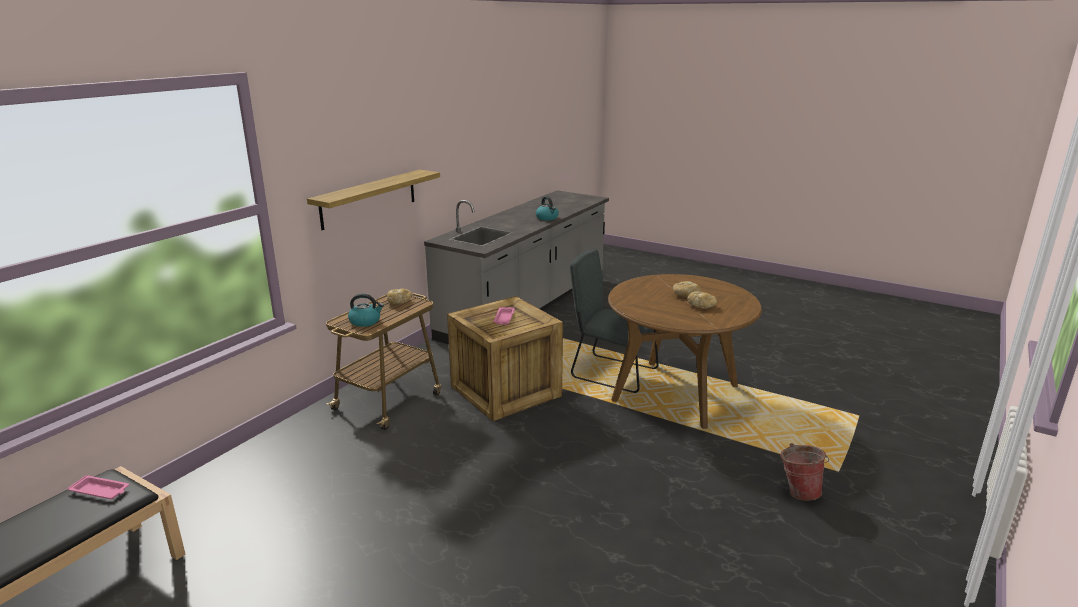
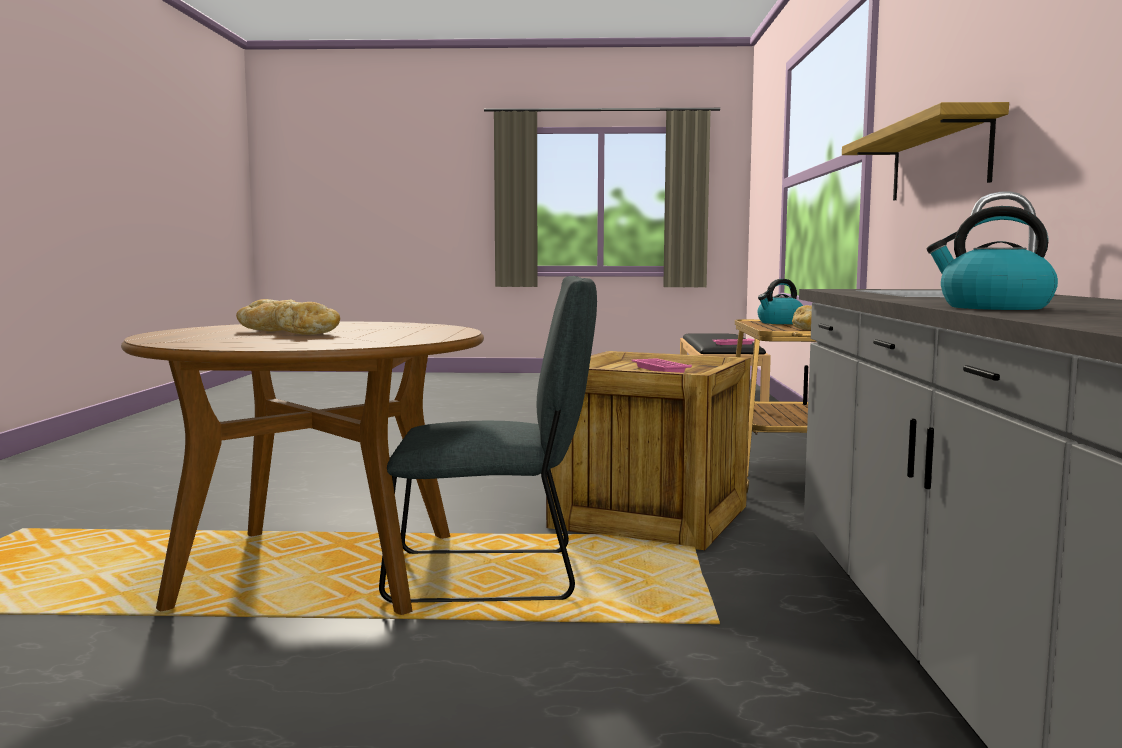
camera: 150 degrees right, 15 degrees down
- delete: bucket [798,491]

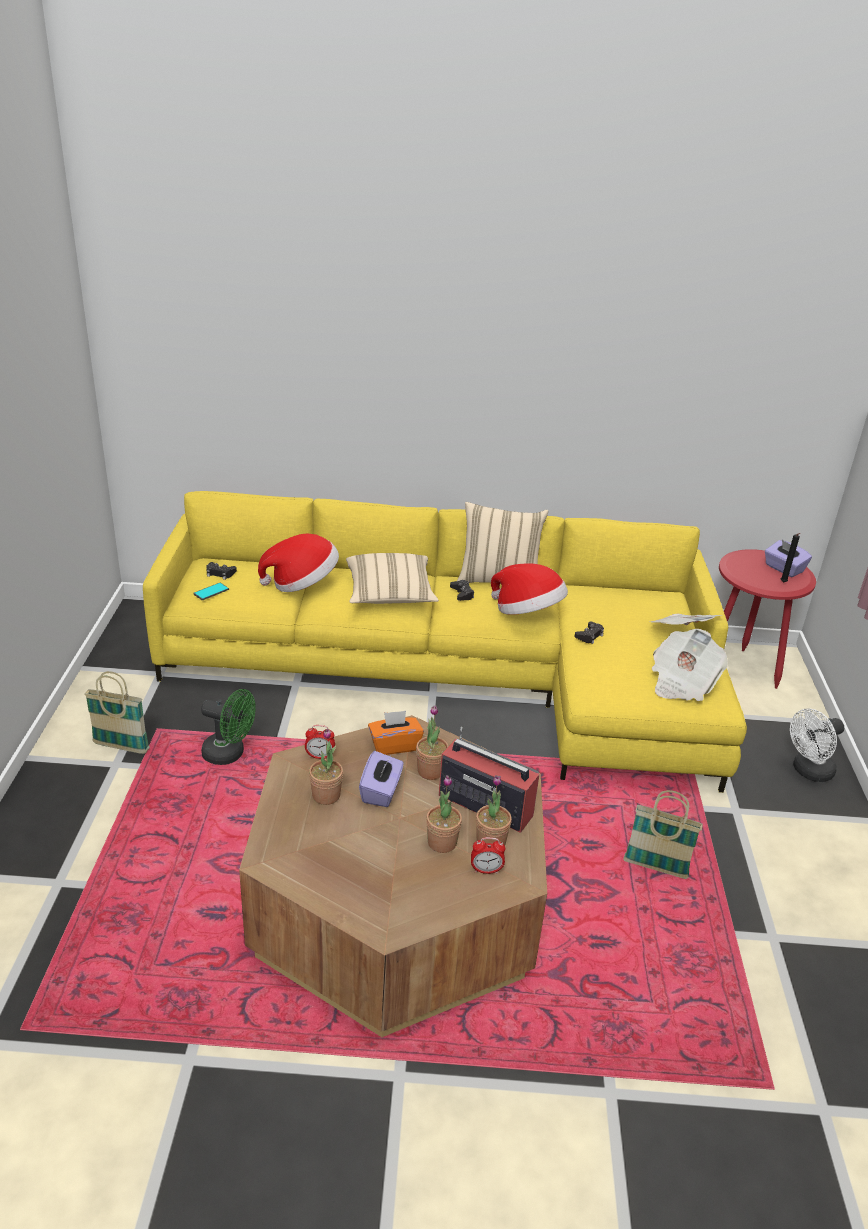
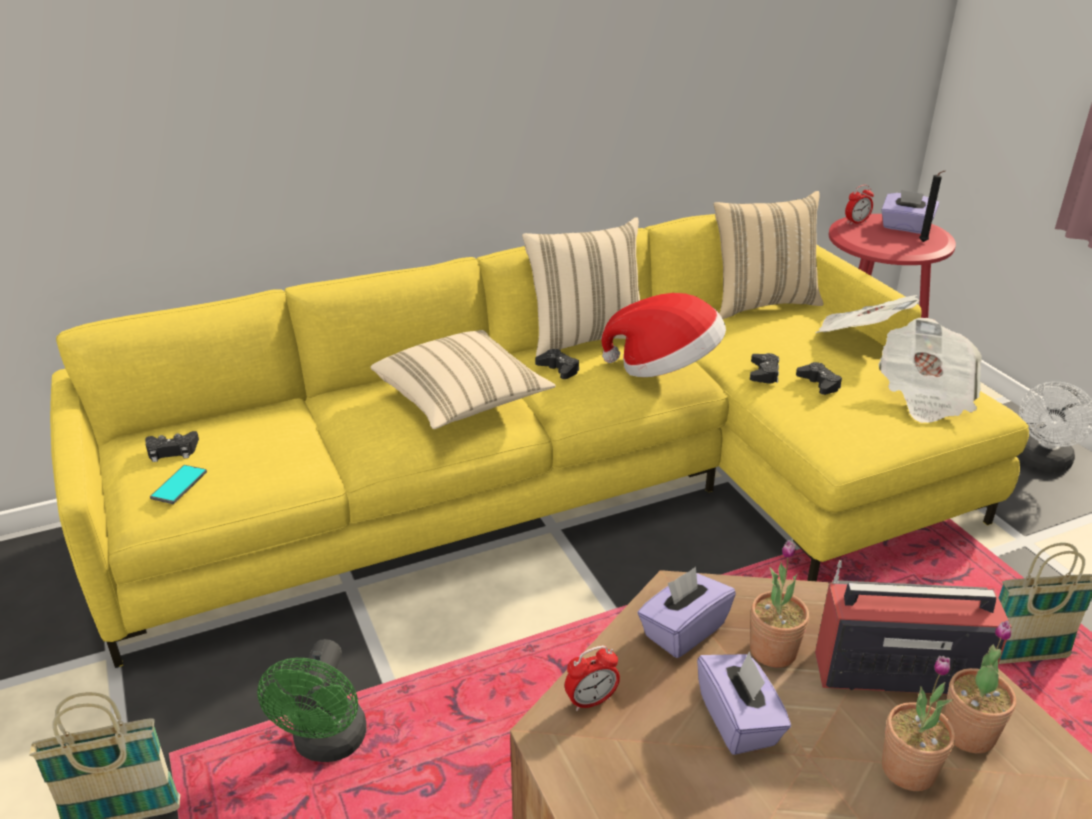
camera: 25 degrees left, 0 degrees up
- delete: hat [302,583]
- rotate: fan in green [230,754] = [327,745] 105 degrees clockwise
- recolor: tissue box in orange [394,745] to tissue box in purple [683,630]
- delete: potted plant [326,795]
- move: alarm clock [486,870] to [856,222]
- insert: pillow in beige [762,303]
- insert: game controller in black [819,383]

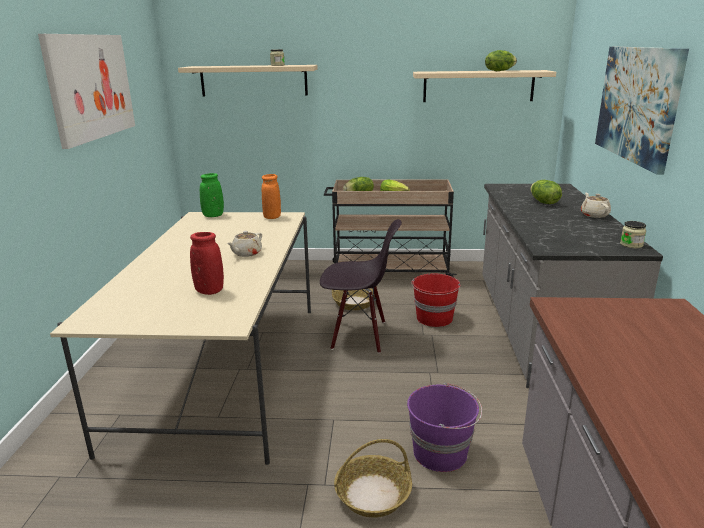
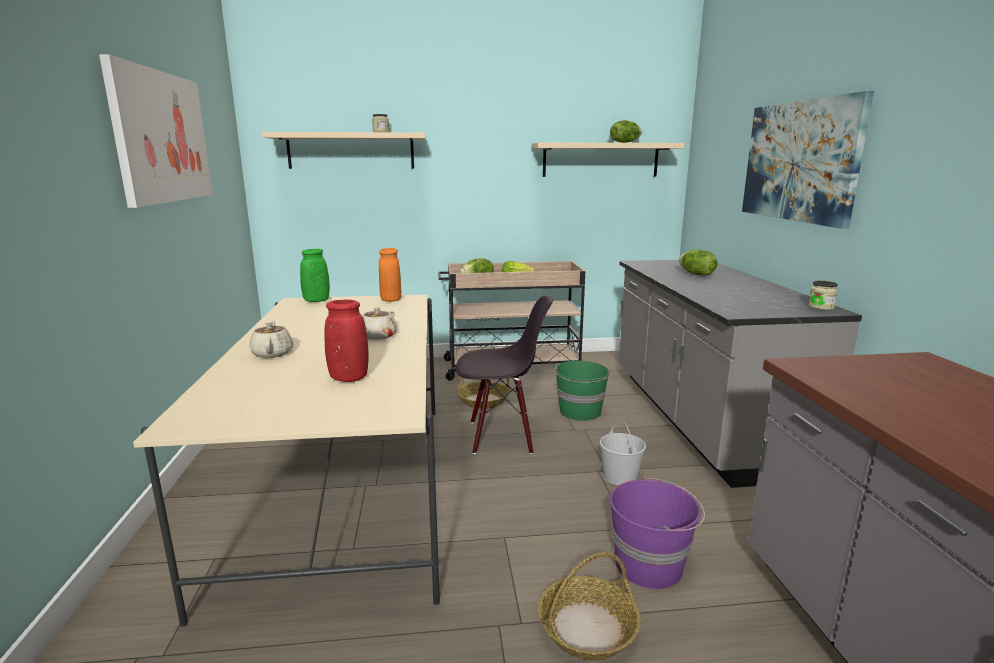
camera: 10 degrees left, 5 degrees down
- move: teapot in beige [594,215] to [273,353]
- recolor: bucket in red [434,318] to bucket in green [580,412]
- insert: bucket in white [620,476]

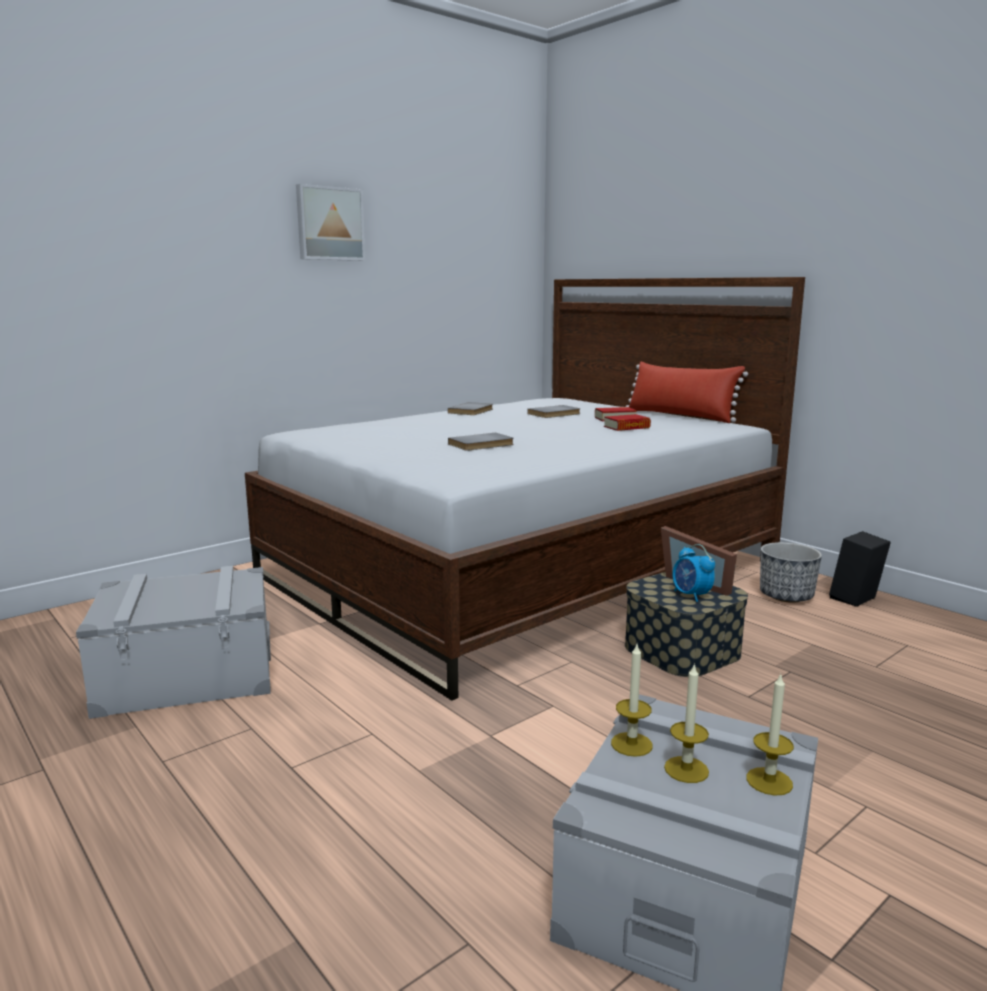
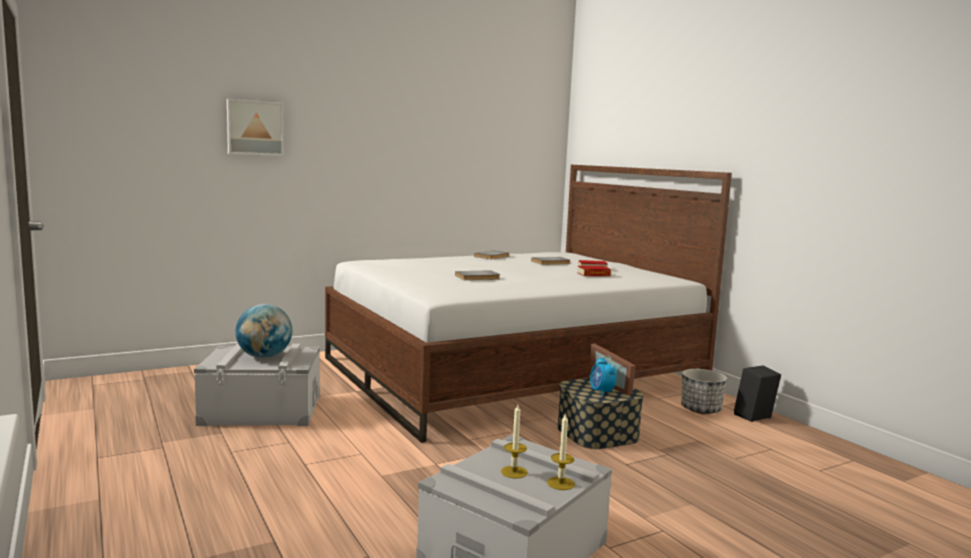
camera: 10 degrees right, 5 degrees down
- move: picture [329,224] to [255,128]
- delete: pillow in red [680,416]
- delete: candle [631,744]
- insert: globe [264,357]

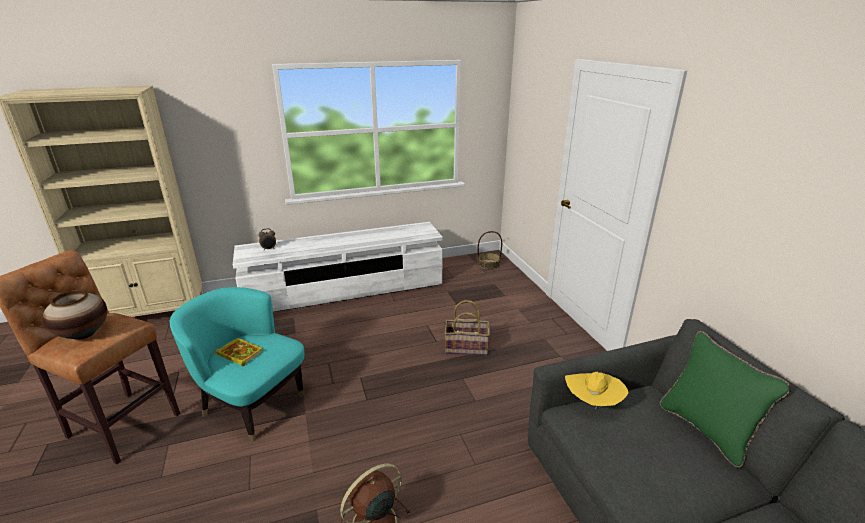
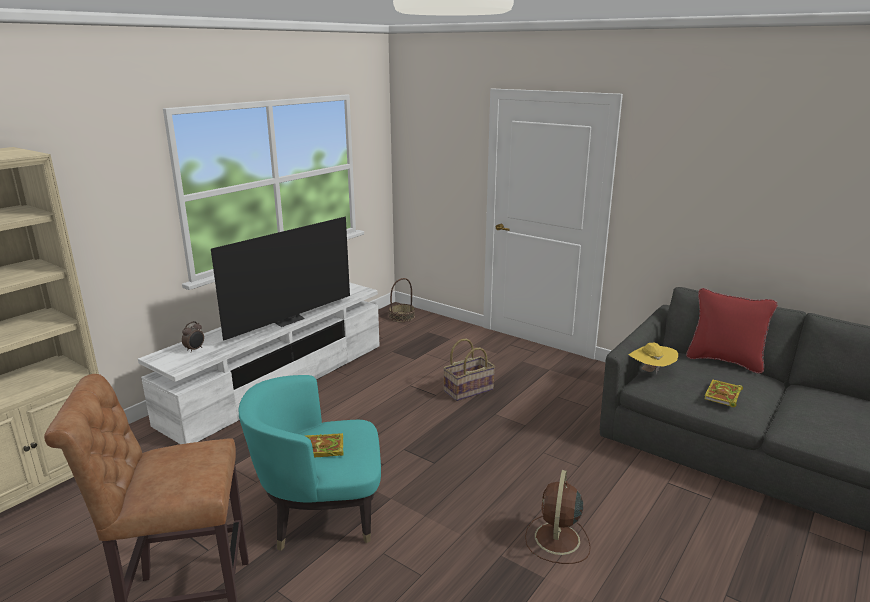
camera: 35 degrees left, 5 degrees down
- delete: vase [83,334]
- recolor: pillow in green [706,429] to pillow in red [724,361]
- insert: television [287,320]
- insert: book [723,396]

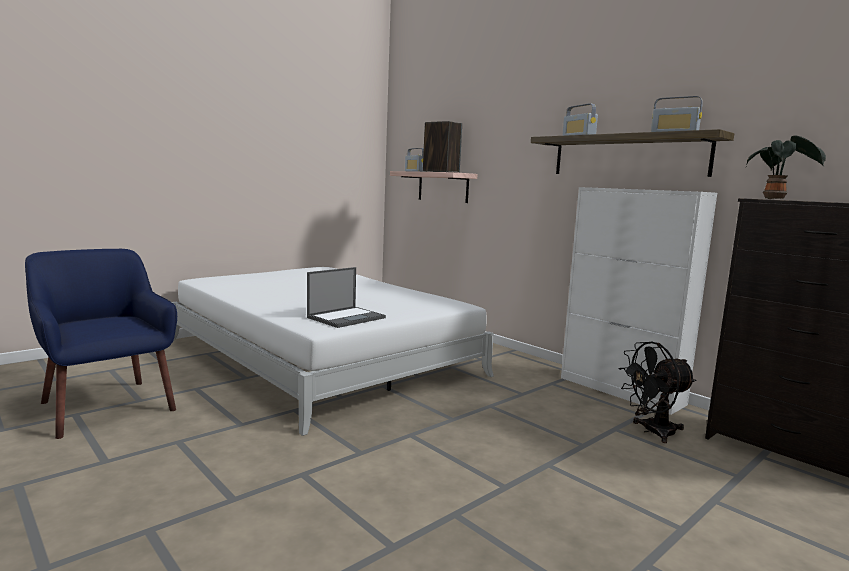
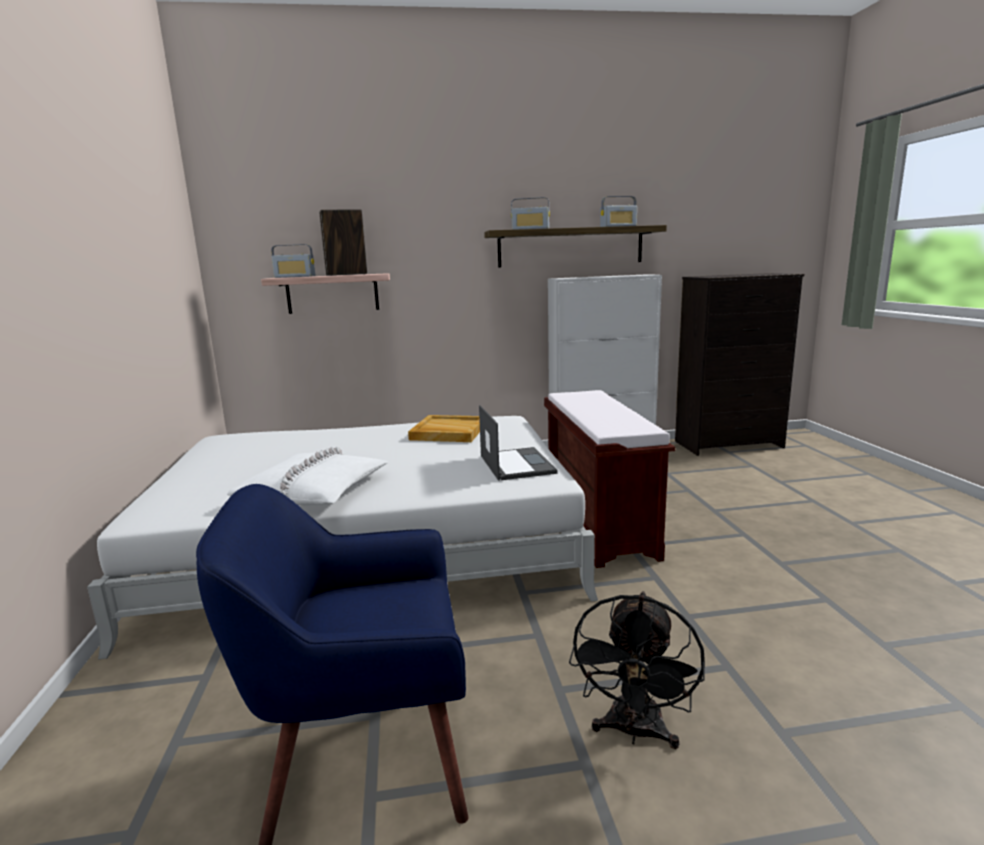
camera: 55 degrees left, 5 degrees up
- delete: potted plant [777,199]
- move: fan in black [652,431] to [634,732]
- insert: bench in brown [597,522]
- insert: tray in beige [448,432]
- insert: pillow in white [314,491]

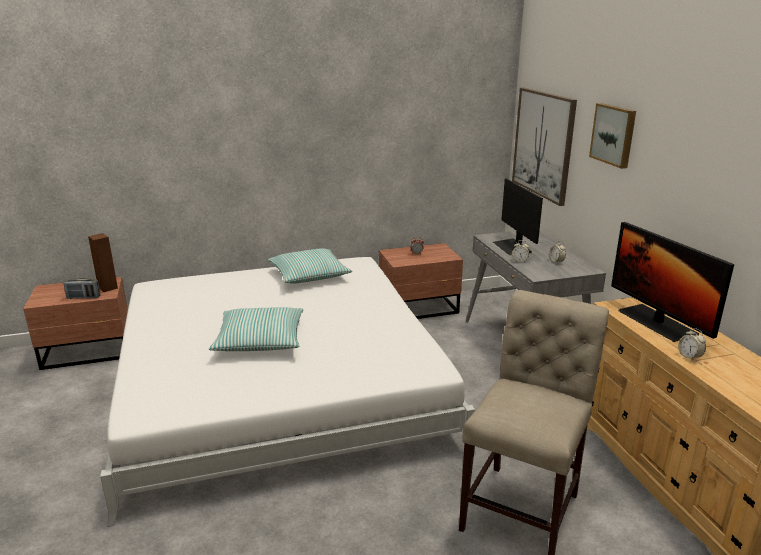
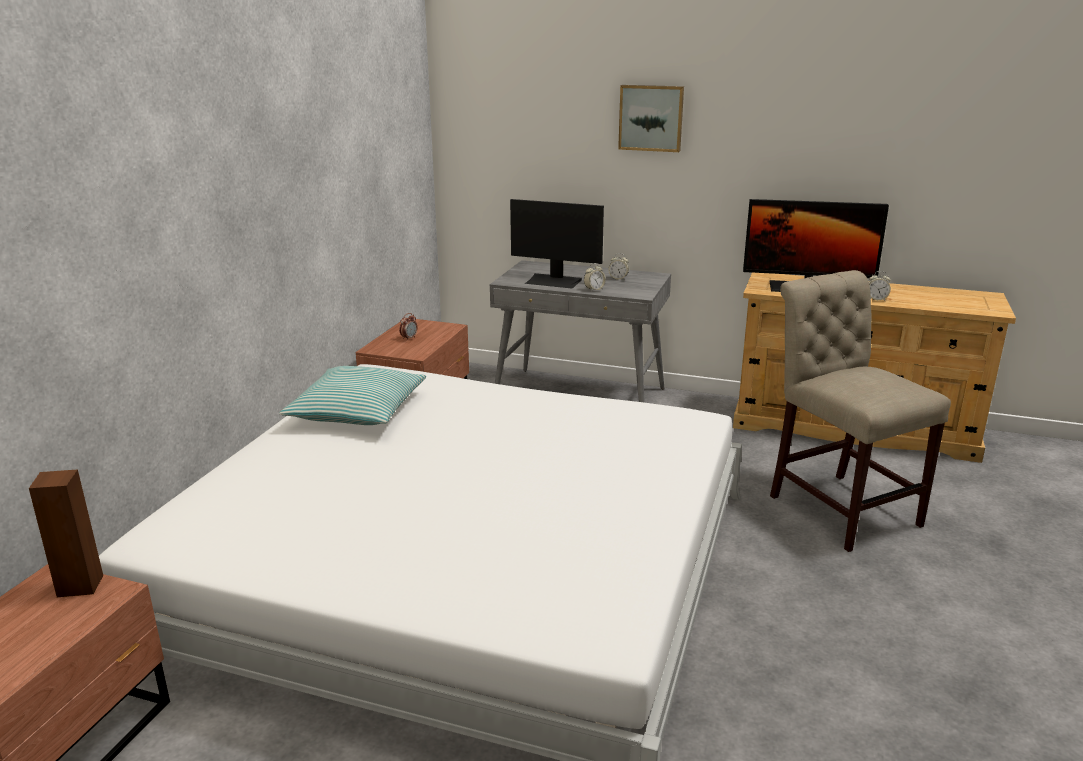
camera: 55 degrees left, 0 degrees up
- delete: picture [543,144]
- delete: radio [83,297]
- delete: pillow [260,340]

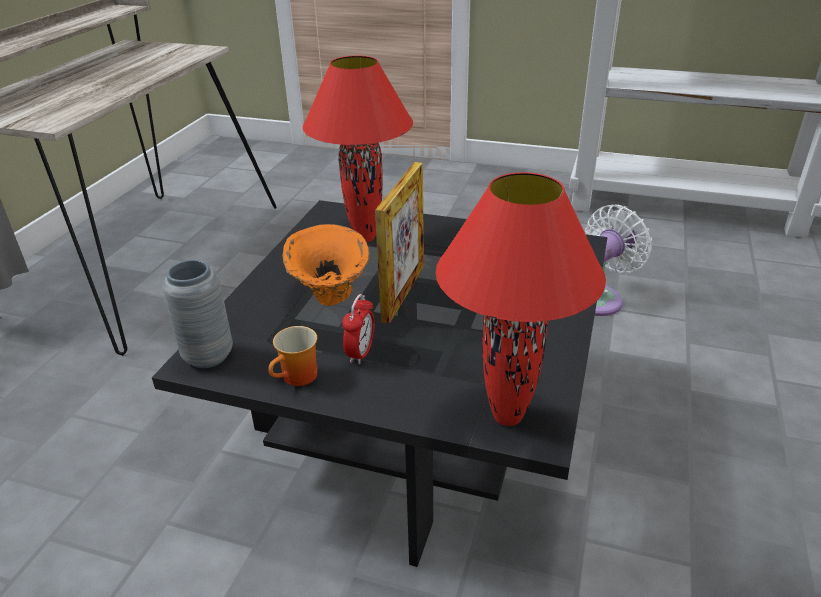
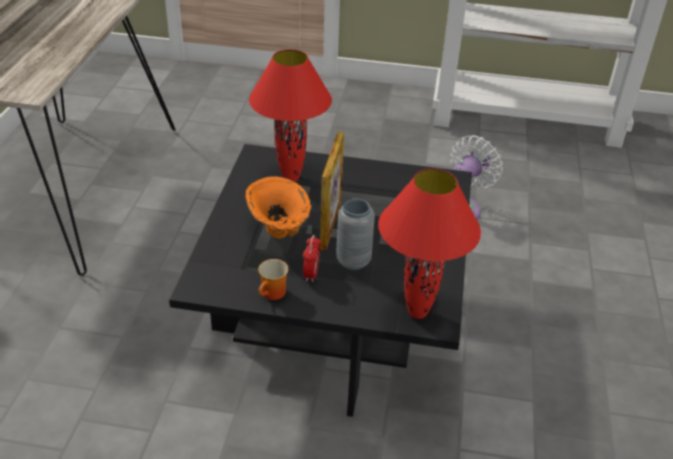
camera: 10 degrees left, 5 degrees up
- move: vase in grey [208,356] to [353,261]

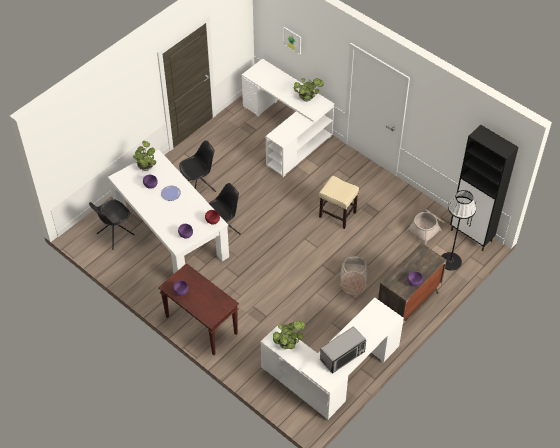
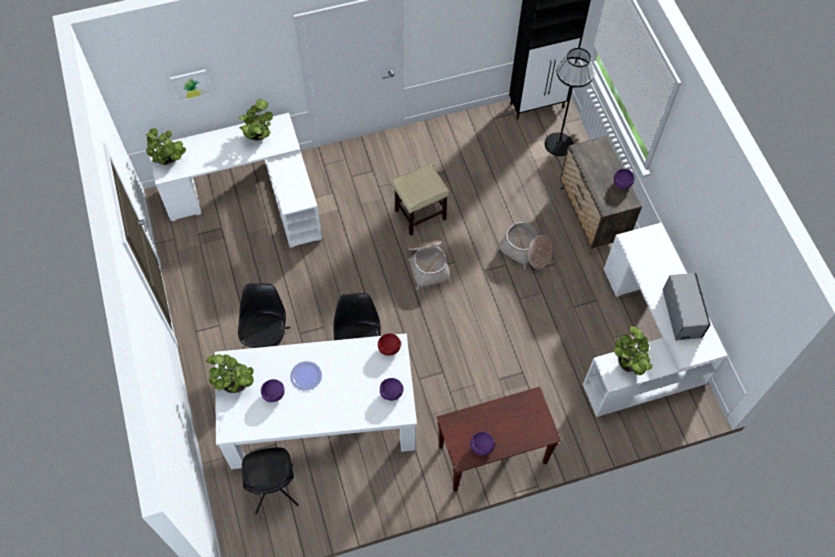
camera: 60 degrees left, 10 degrees up
- move: basket [427,228] to [428,265]
- insert: potted plant [170,161]

